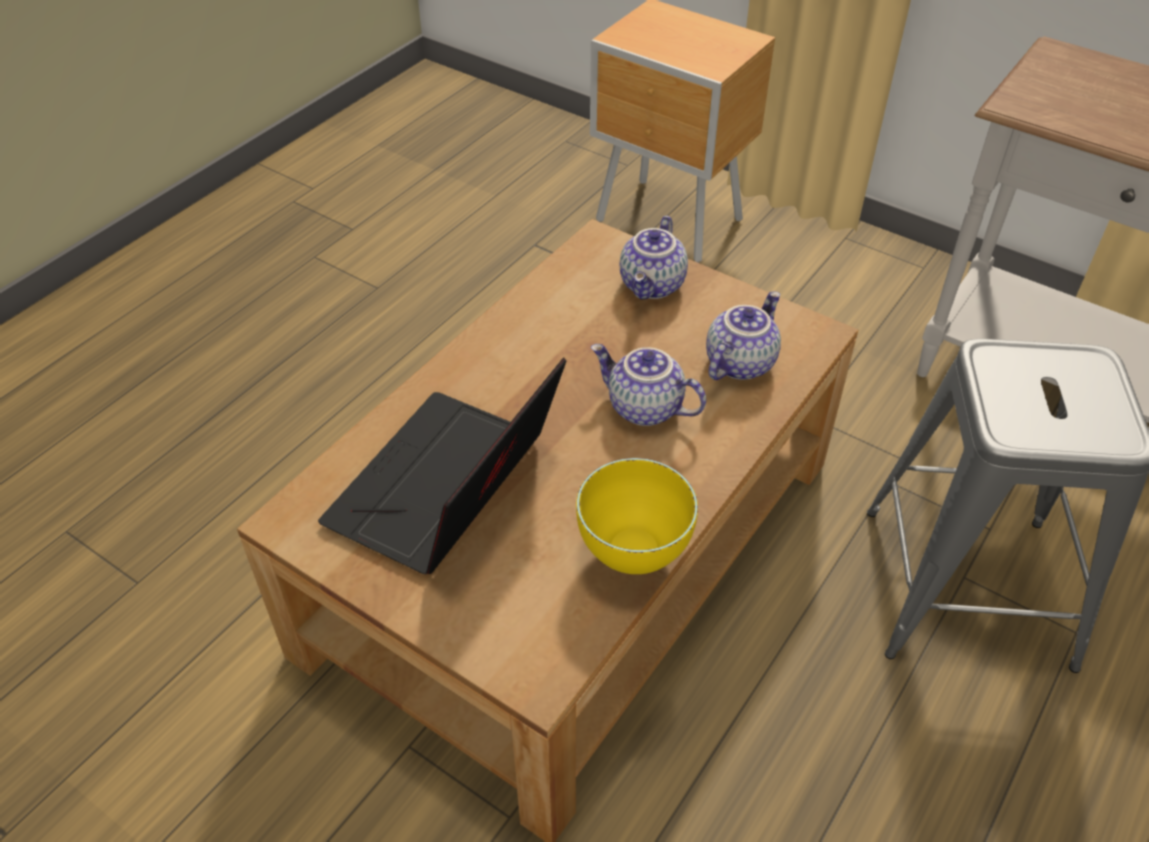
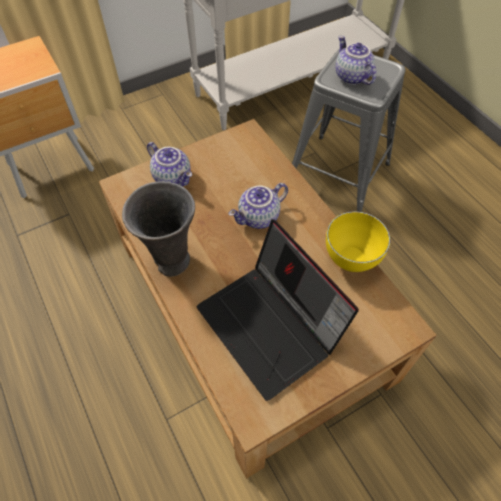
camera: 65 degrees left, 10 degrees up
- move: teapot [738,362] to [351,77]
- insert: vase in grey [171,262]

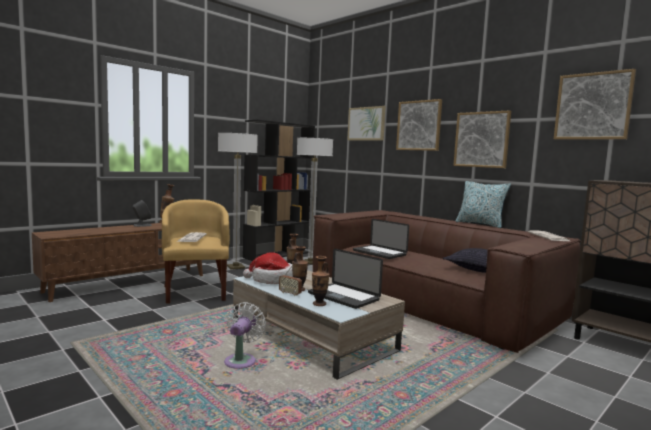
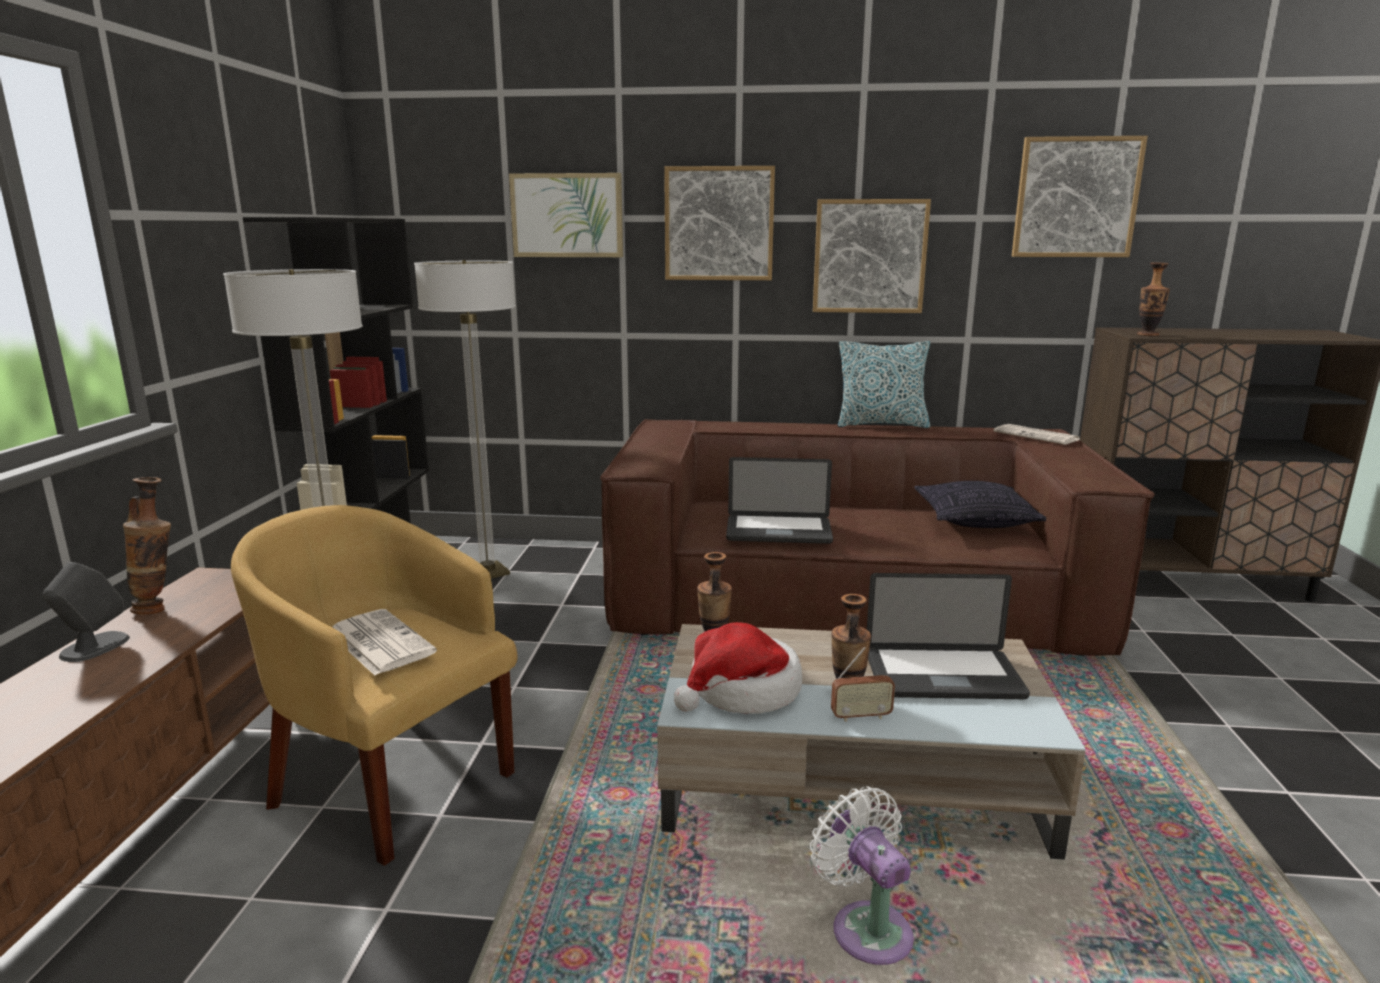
camera: 40 degrees left, 10 degrees up
- move: vase [319,304] to [1148,335]

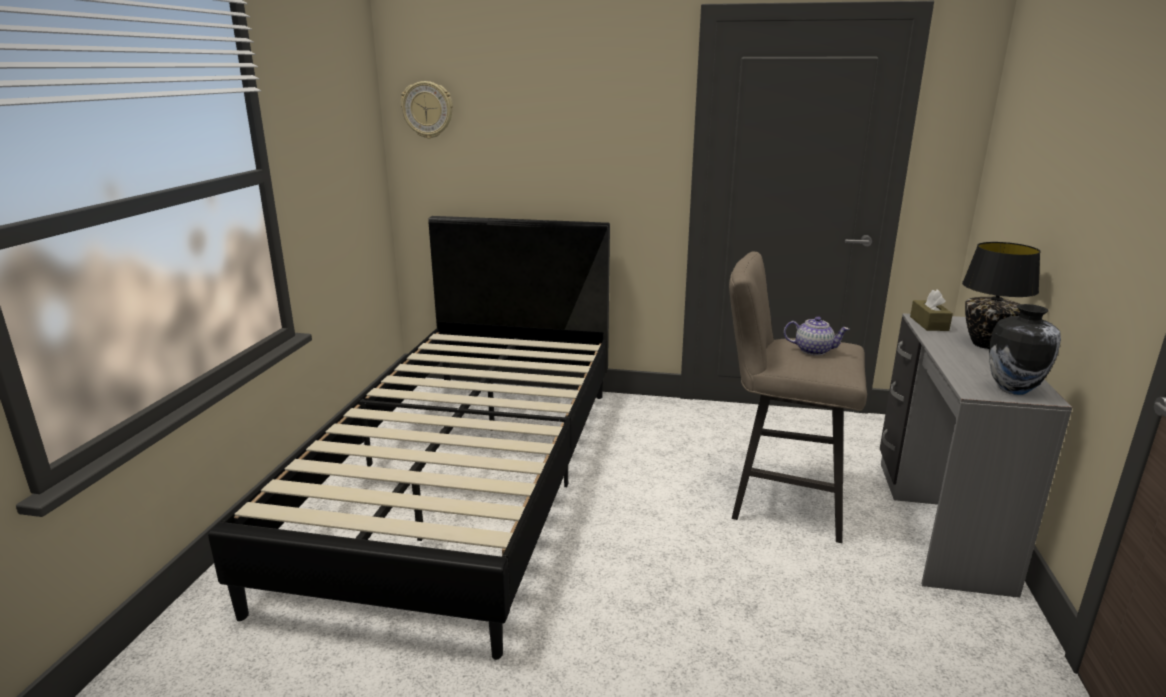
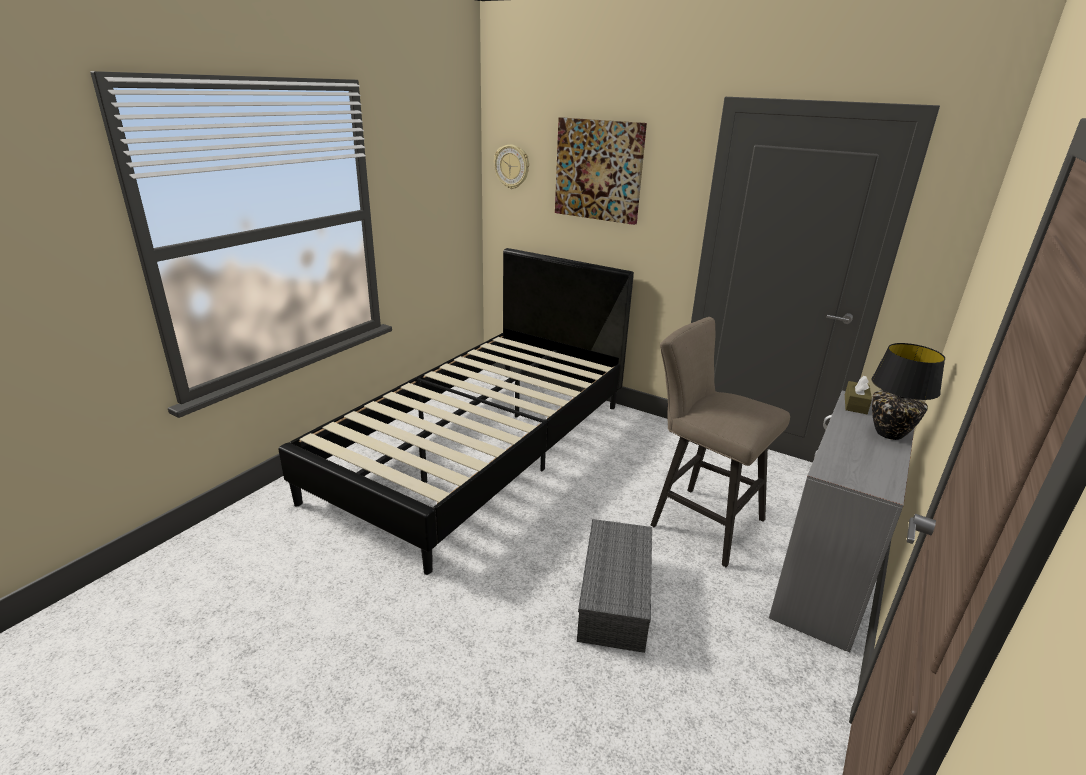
camera: 20 degrees right, 5 degrees up
- delete: vase [1013,389]
- delete: teapot [813,350]
- insert: picture [599,170]
- insert: storage box in grey [616,598]

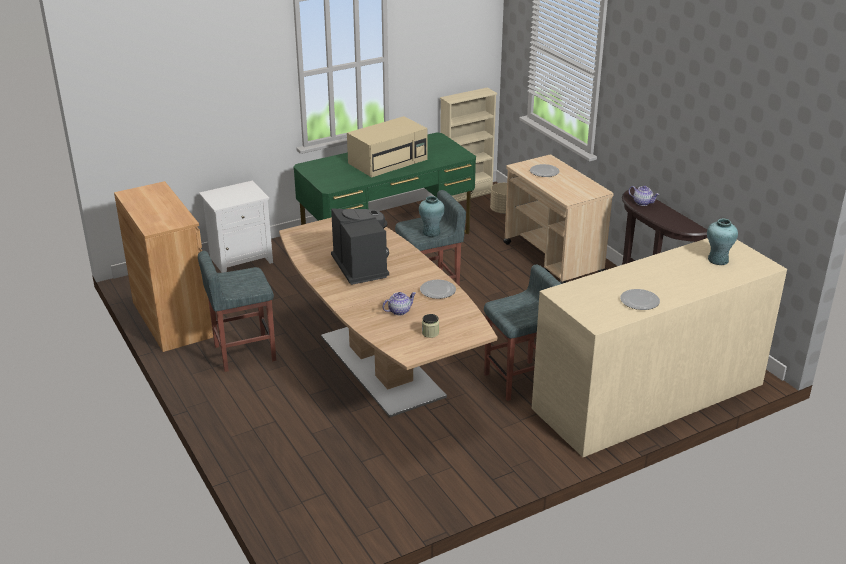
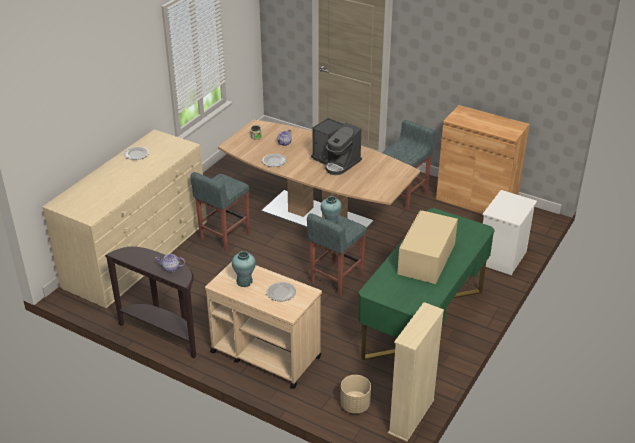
camera: 150 degrees right, 5 degrees up
- move: vase in turquoise [718,260] to [244,281]

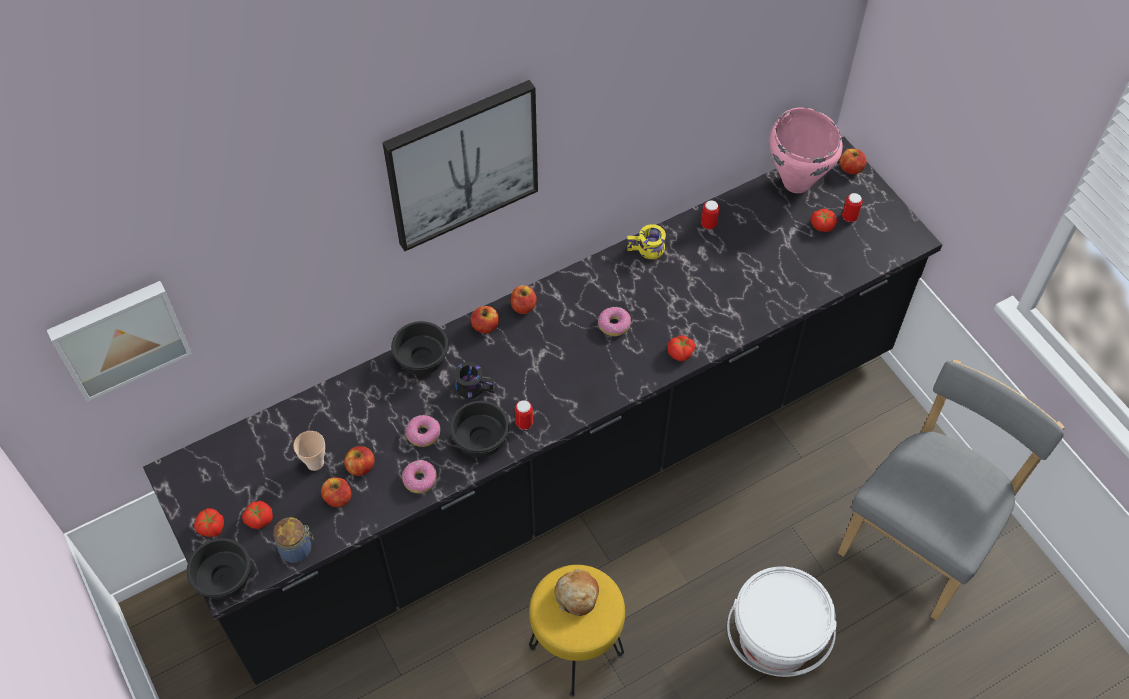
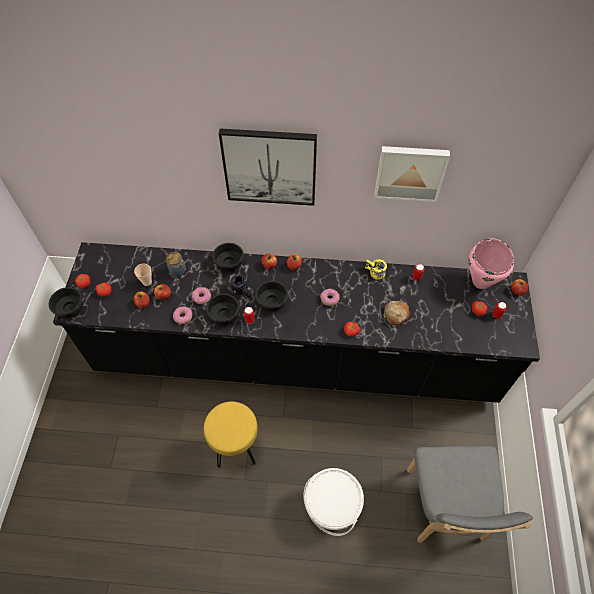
camera: 35 degrees right, 0 degrees up
- move: picture [120,337] to [410,172]
- rotate: chair in grey [921,538] = [445,509] 105 degrees clockwise
- move: jar [297,549] to [178,271]
- move: bread [577,595] to [396,315]
- insert: bowl in black [271,303]

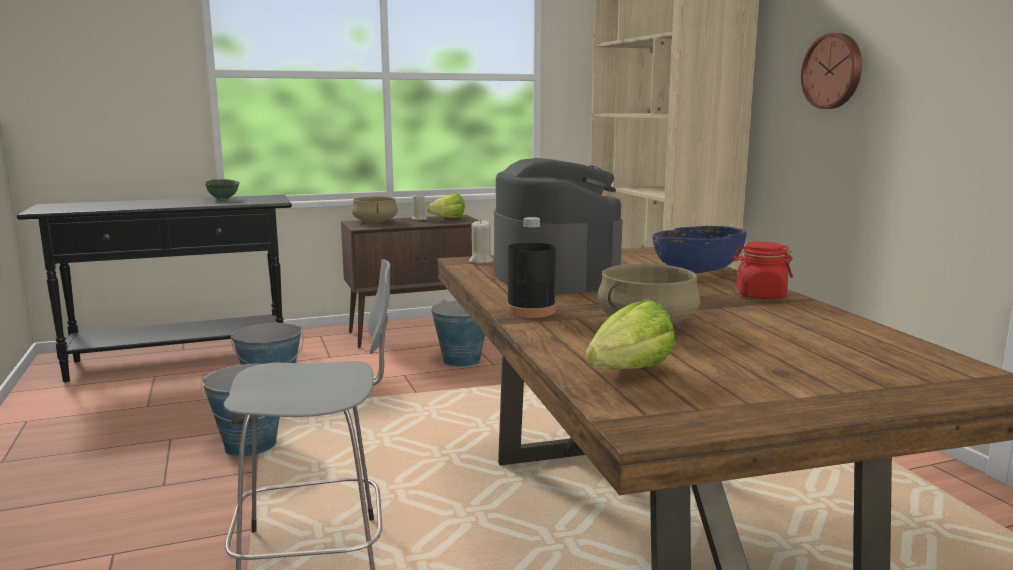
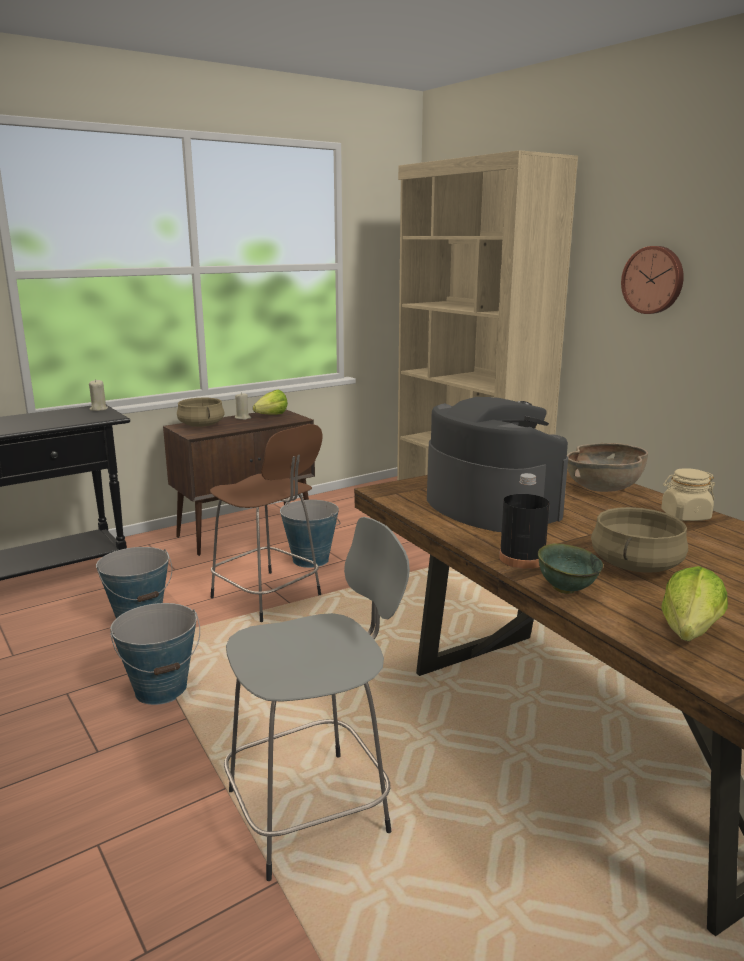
camera: 15 degrees left, 5 degrees up
- move: bowl in green [224,200] to [566,589]
- move: candle in beige [480,261] to [98,409]
- recolor: bowl in blue [698,272] to bowl in brown [604,488]
- recolor: jar in red [760,295] to jar in beige [685,516]
- insert: stool in brown [268,597]

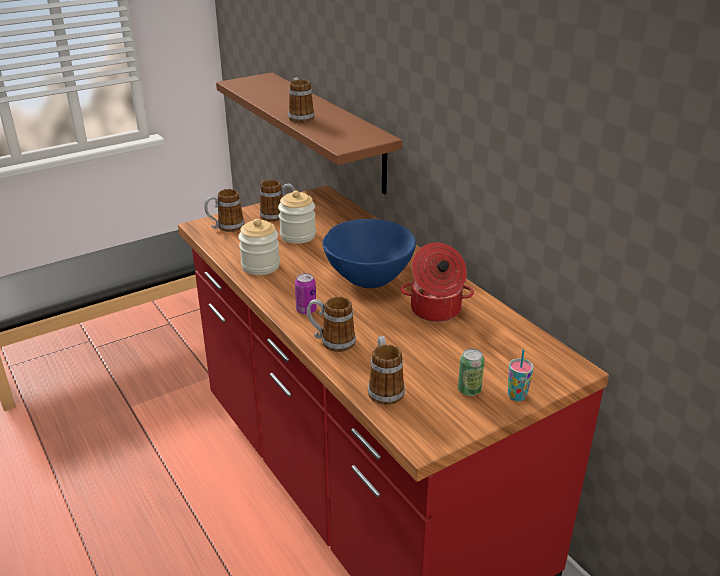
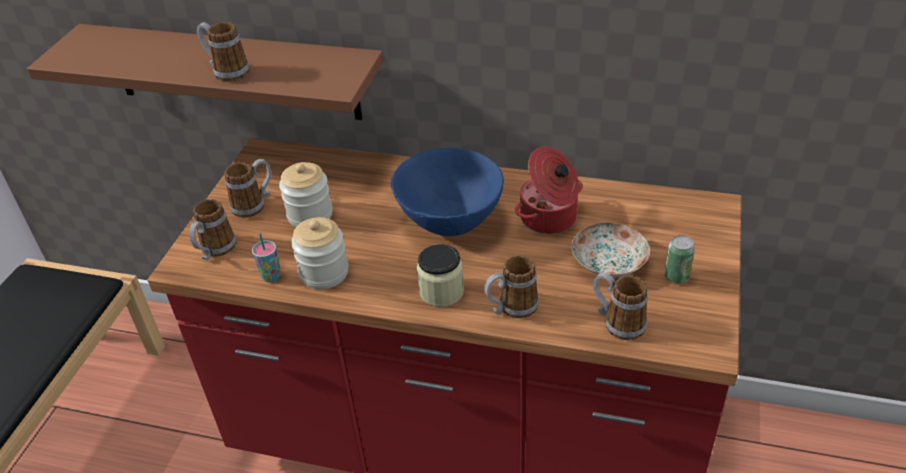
camera: 40 degrees left, 10 degrees up
- replace: can [306,310] to jar [441,292]
- move: cup [517,396] to [271,276]
- insert: plate [609,261]

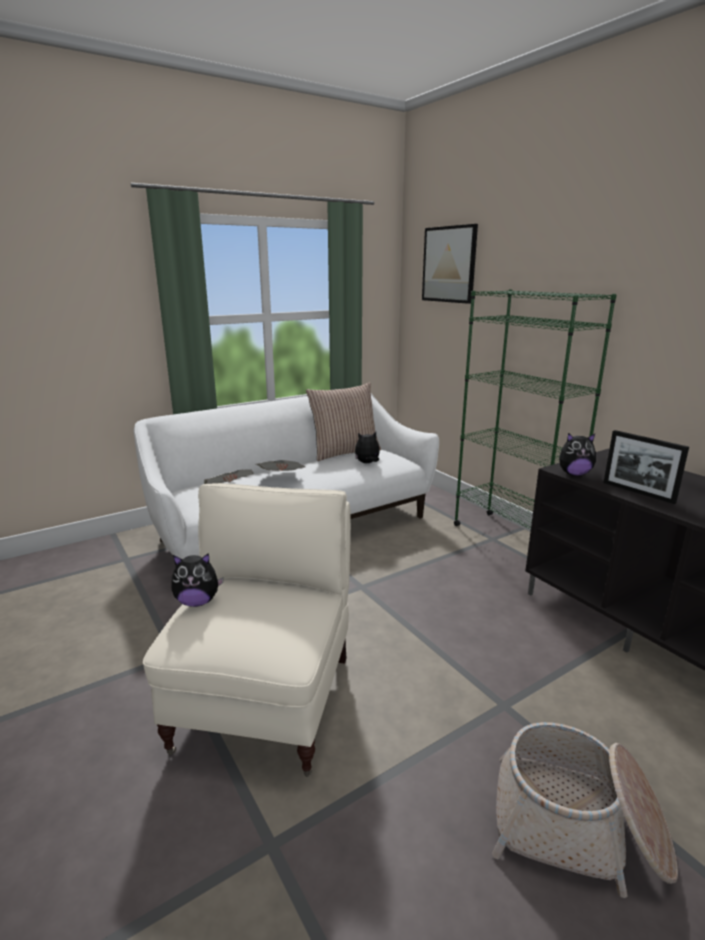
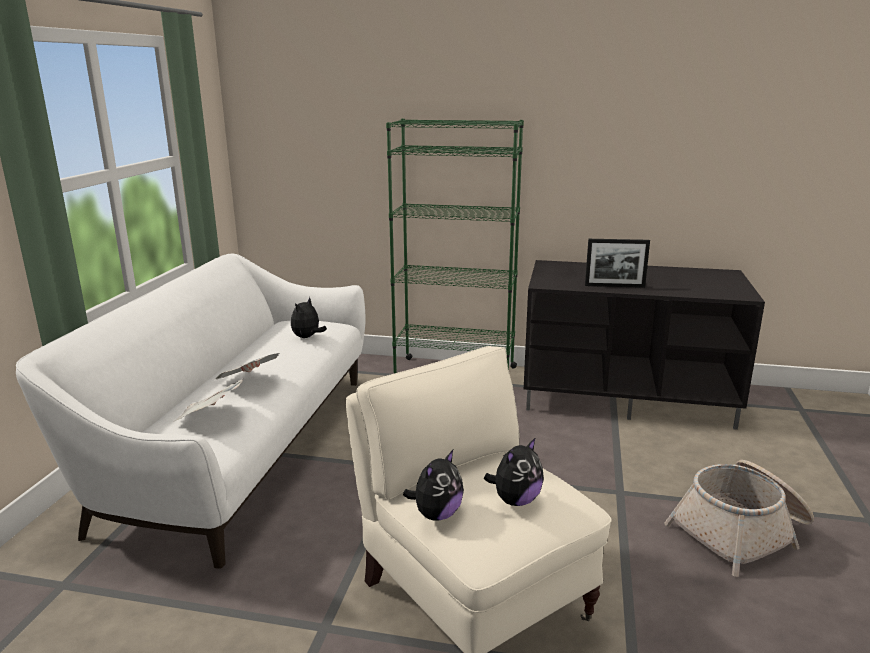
camera: 45 degrees left, 0 degrees up
- delete: picture [449,264]
- delete: pillow [344,452]
- move: plush toy [574,474] to [515,500]

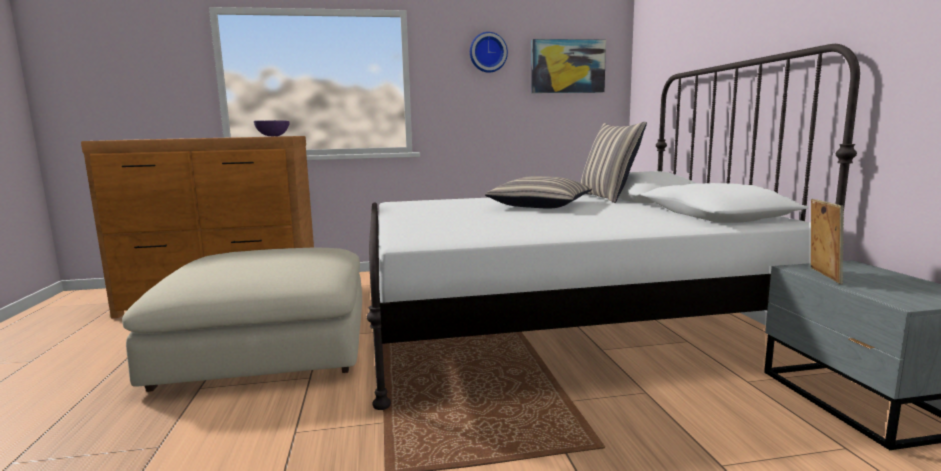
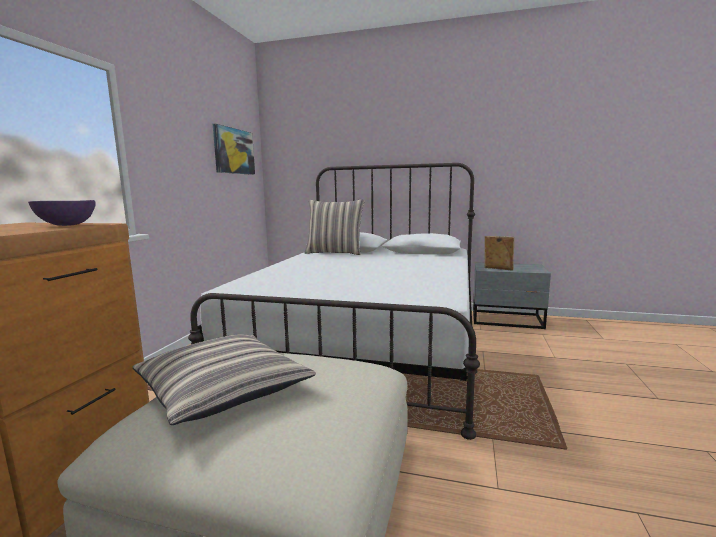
camera: 65 degrees left, 0 degrees up
- delete: wall clock [487,52]
- move: pillow [540,205] to [223,390]

